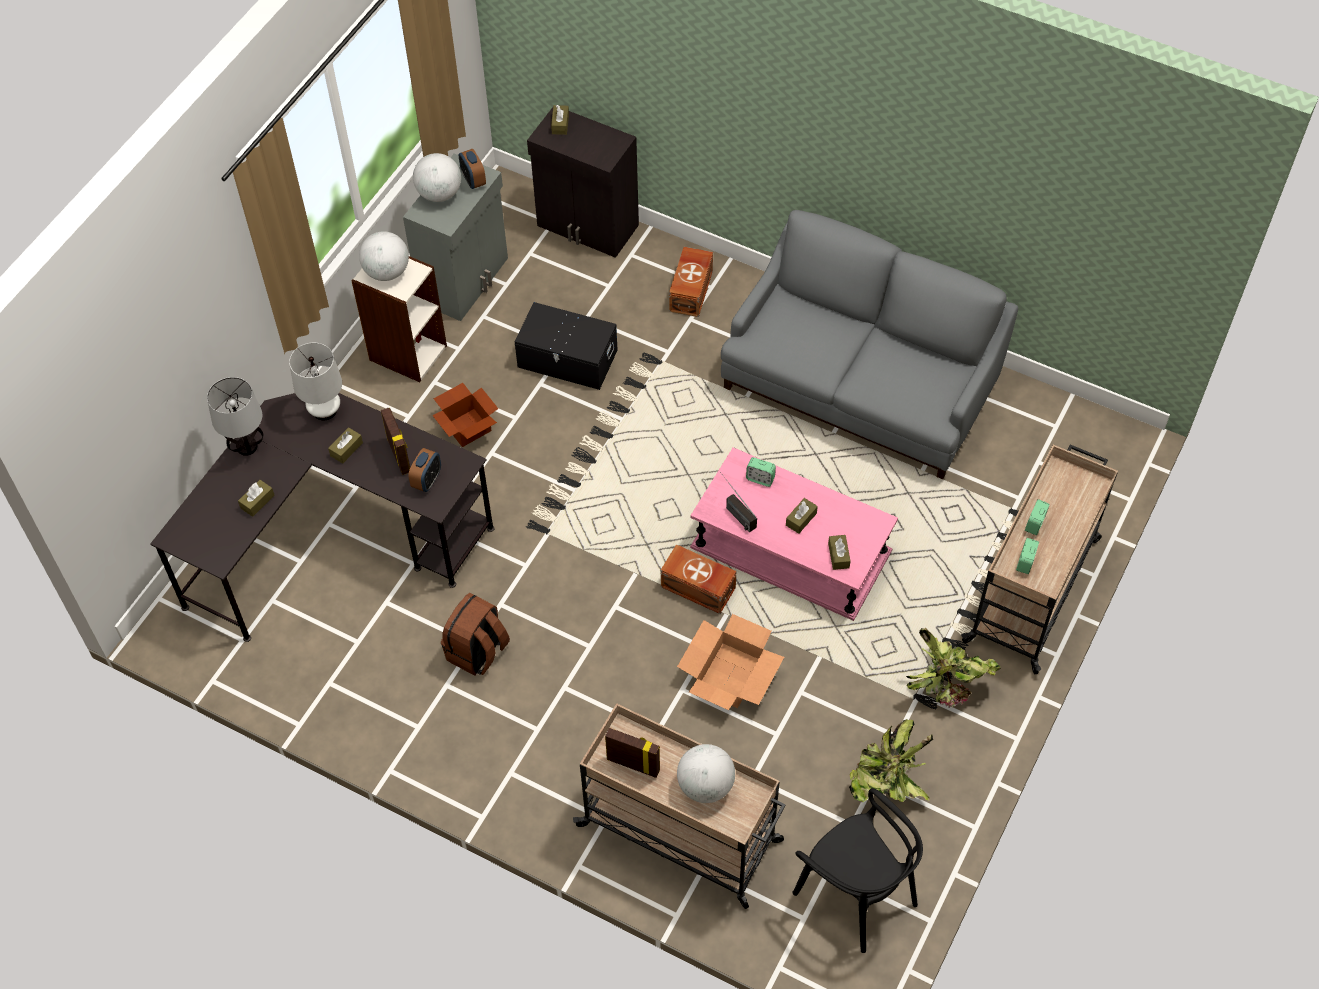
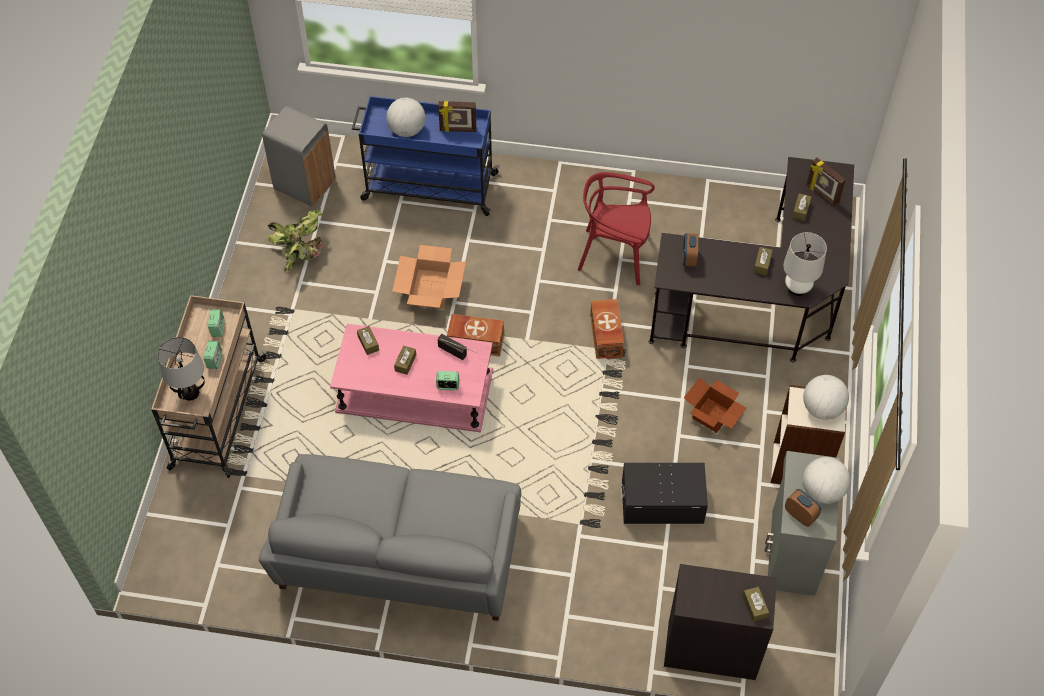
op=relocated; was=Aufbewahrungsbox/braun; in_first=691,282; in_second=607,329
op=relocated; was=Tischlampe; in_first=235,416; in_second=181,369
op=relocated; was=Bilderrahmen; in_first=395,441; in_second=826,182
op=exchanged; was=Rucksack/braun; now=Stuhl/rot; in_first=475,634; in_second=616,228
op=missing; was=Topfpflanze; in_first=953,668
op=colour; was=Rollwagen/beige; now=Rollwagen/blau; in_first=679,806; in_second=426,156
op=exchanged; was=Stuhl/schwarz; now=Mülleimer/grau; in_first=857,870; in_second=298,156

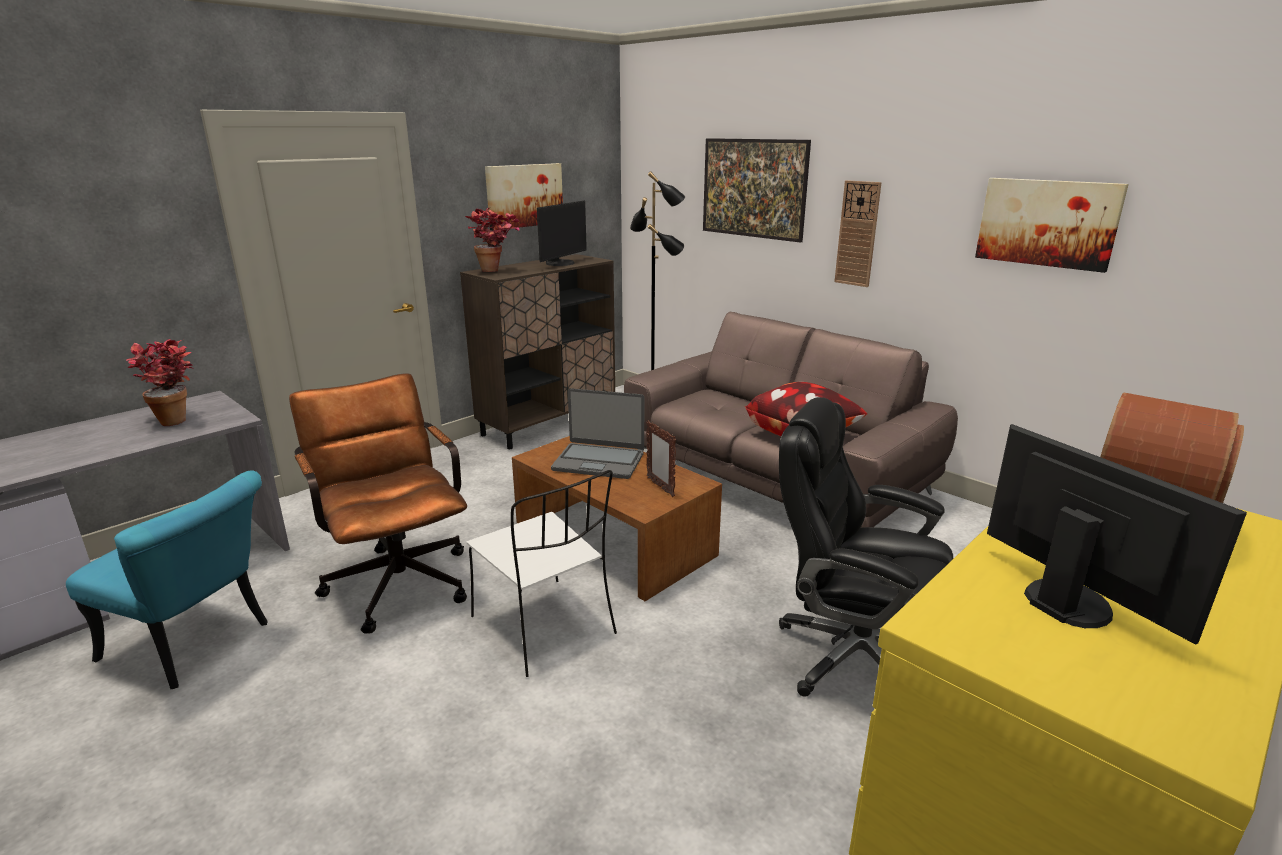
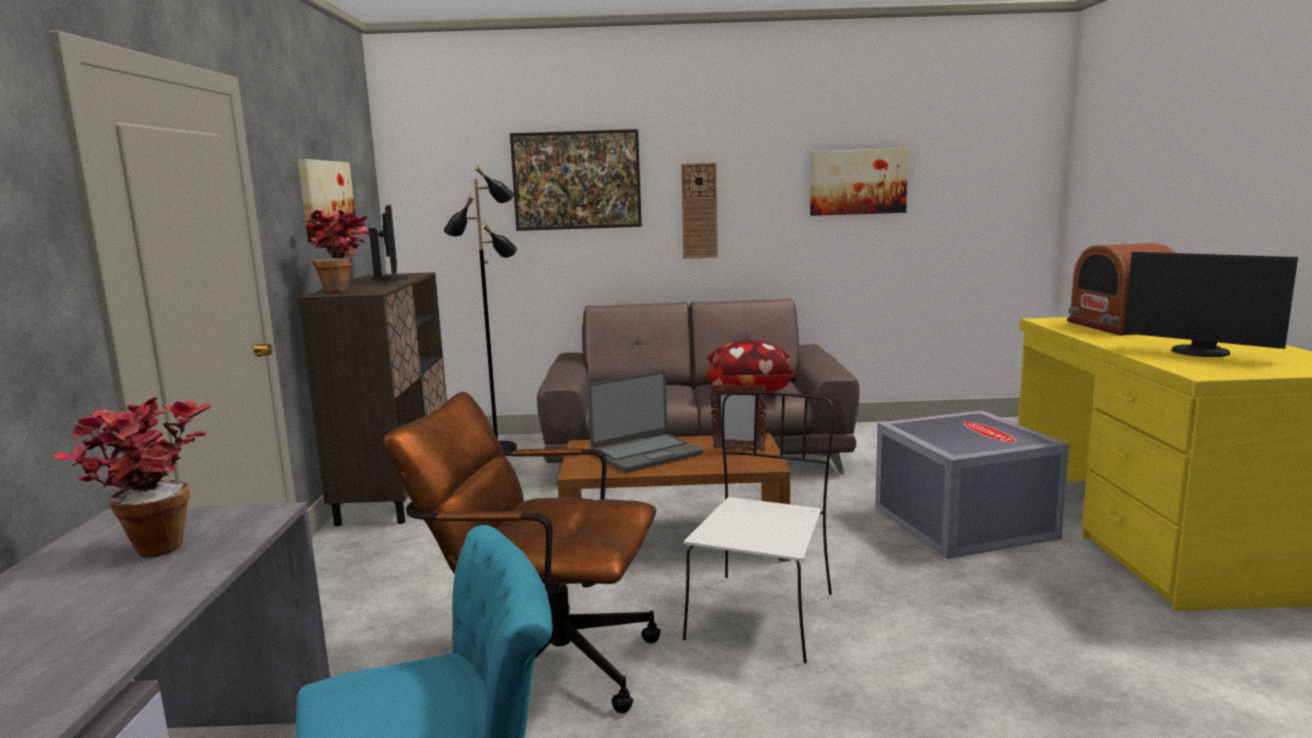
op=exchanged; was=Bürostuhl/schwarz; now=Aufbewahrungsbox/grau; in_first=866,547; in_second=972,484
op=spun; was=Monitor; in_first=1117,534; in_second=1211,304; clockwise=-150
op=spun; was=Stuhl/weiß; in_first=542,573; in_second=759,527; clockwise=-75

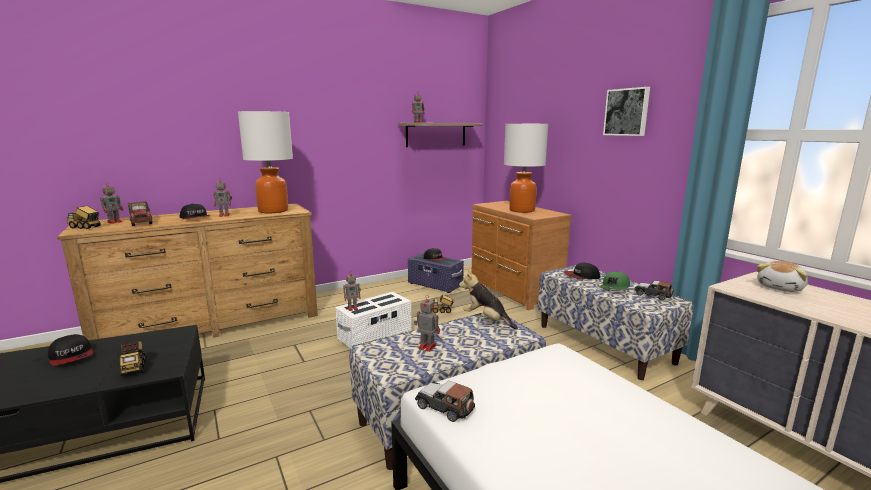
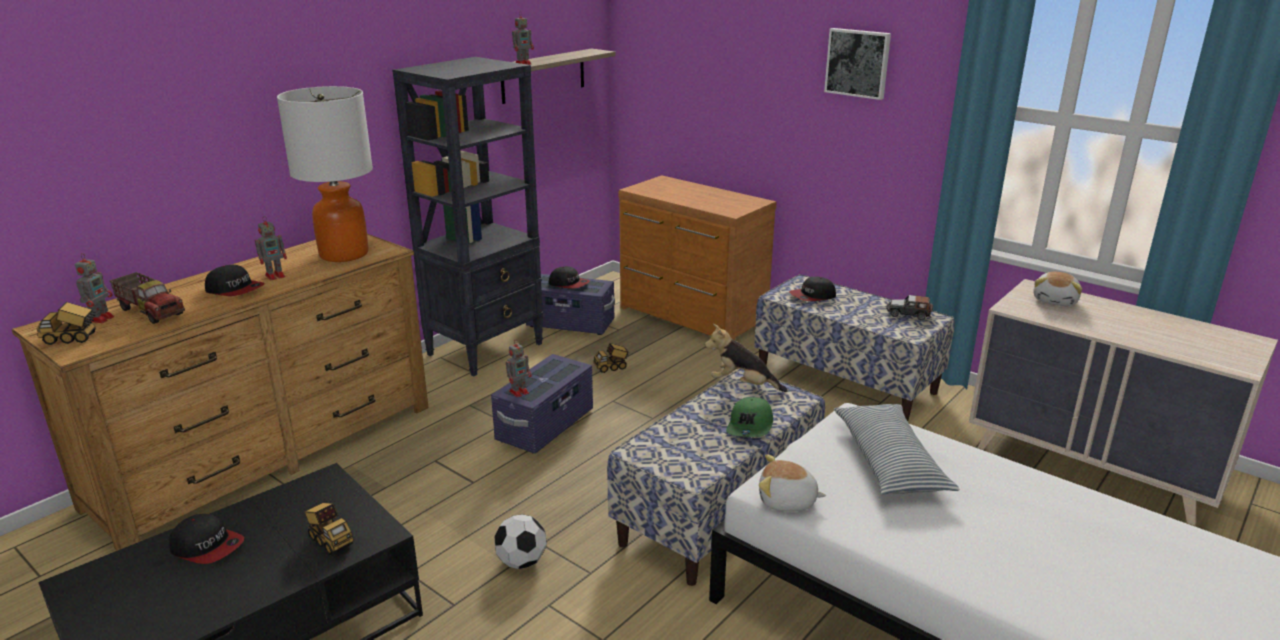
op=missing; was=Tischlampe; in_first=526,168
op=relocated; was=Kappe/grün; in_first=614,280; in_second=749,417
op=colour; was=Aufbewahrungsbox/weiß; now=Aufbewahrungsbox/lila; in_first=373,320; in_second=542,404
op=missing; was=Spielzeugroboter; in_first=427,323
op=exchanged; was=Spielzeugauto; now=Plüschtier; in_first=445,401; in_second=792,483
op=appeared; now=Bücherregal/schwarz; in_second=467,217
op=appeared; now=Kissen; in_second=897,449
op=appeared; now=Fußball; in_second=520,541

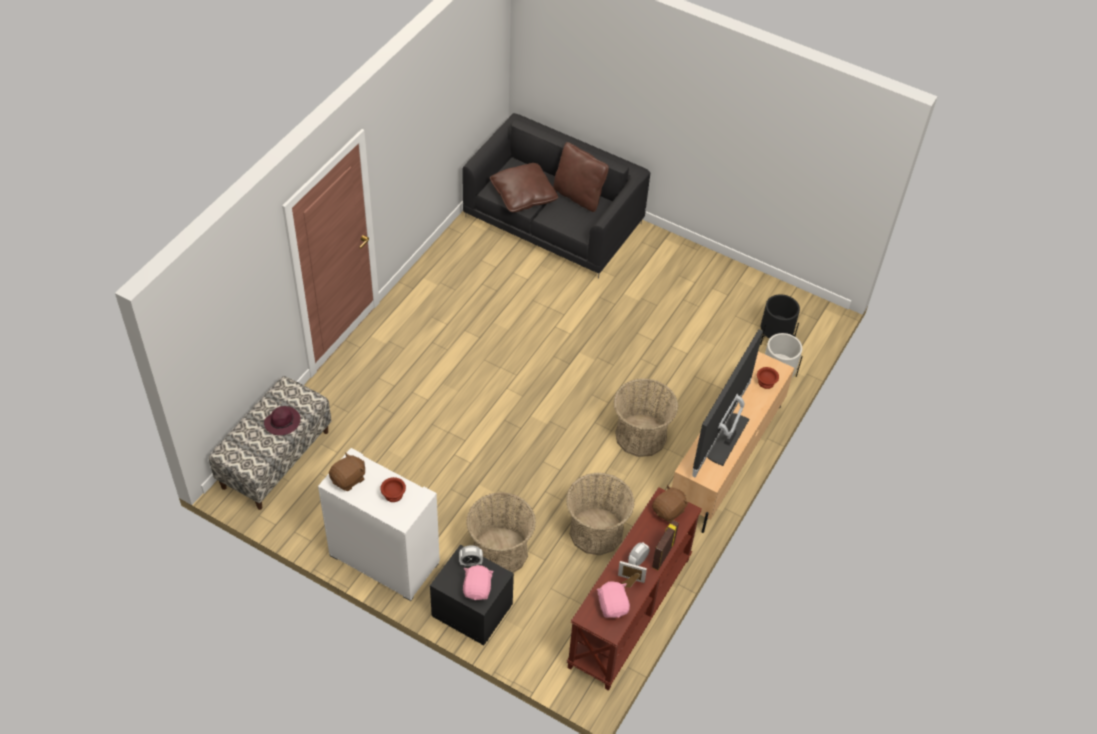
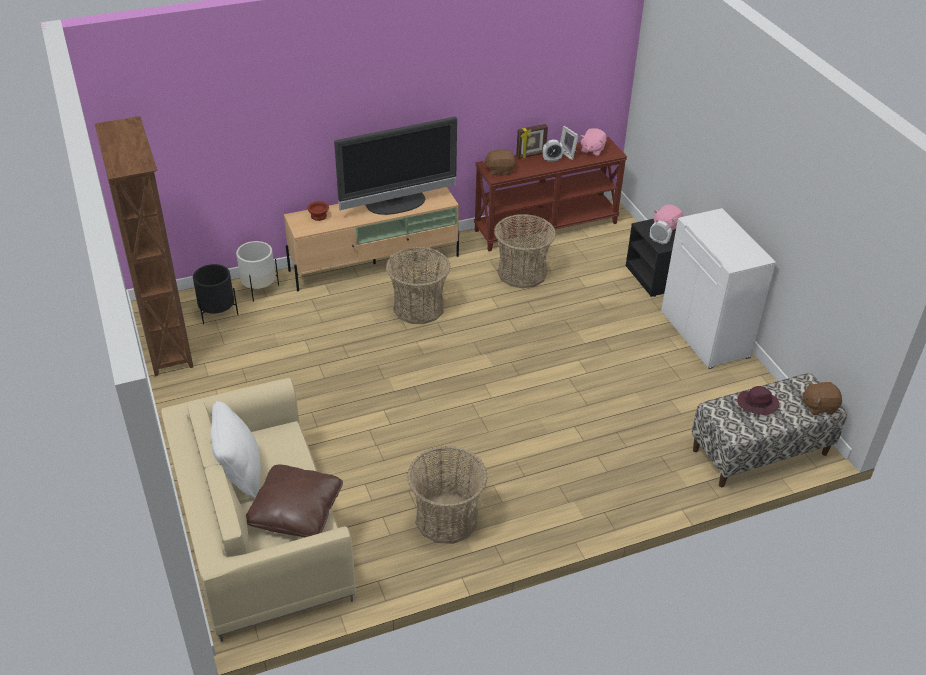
op=colour; was=Sofa/schwarz; now=Sofa/beige; in_first=556,195; in_second=258,510
op=colour; was=Kissen/braun; now=Kissen/weiß; in_first=581,177; in_second=235,449
op=relocated; was=Plüschtier/braun; in_first=347,472; in_second=821,398
op=missing; was=Schüssel/braun; in_first=393,489
op=relocated; was=Korb; in_first=501,532; in_second=447,495
op=appeared; now=Bücherregal/braun; in_second=144,246

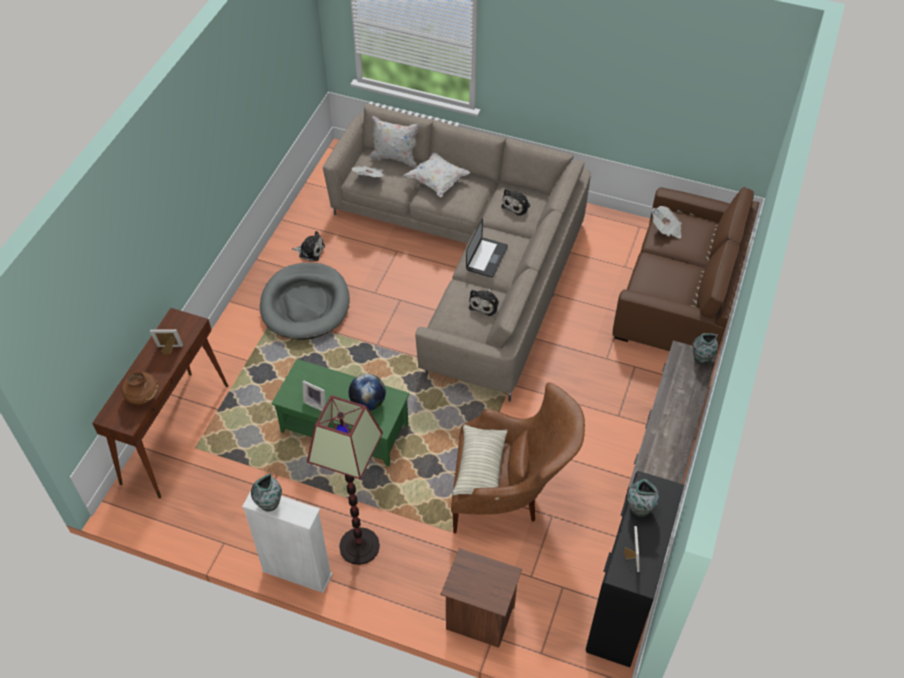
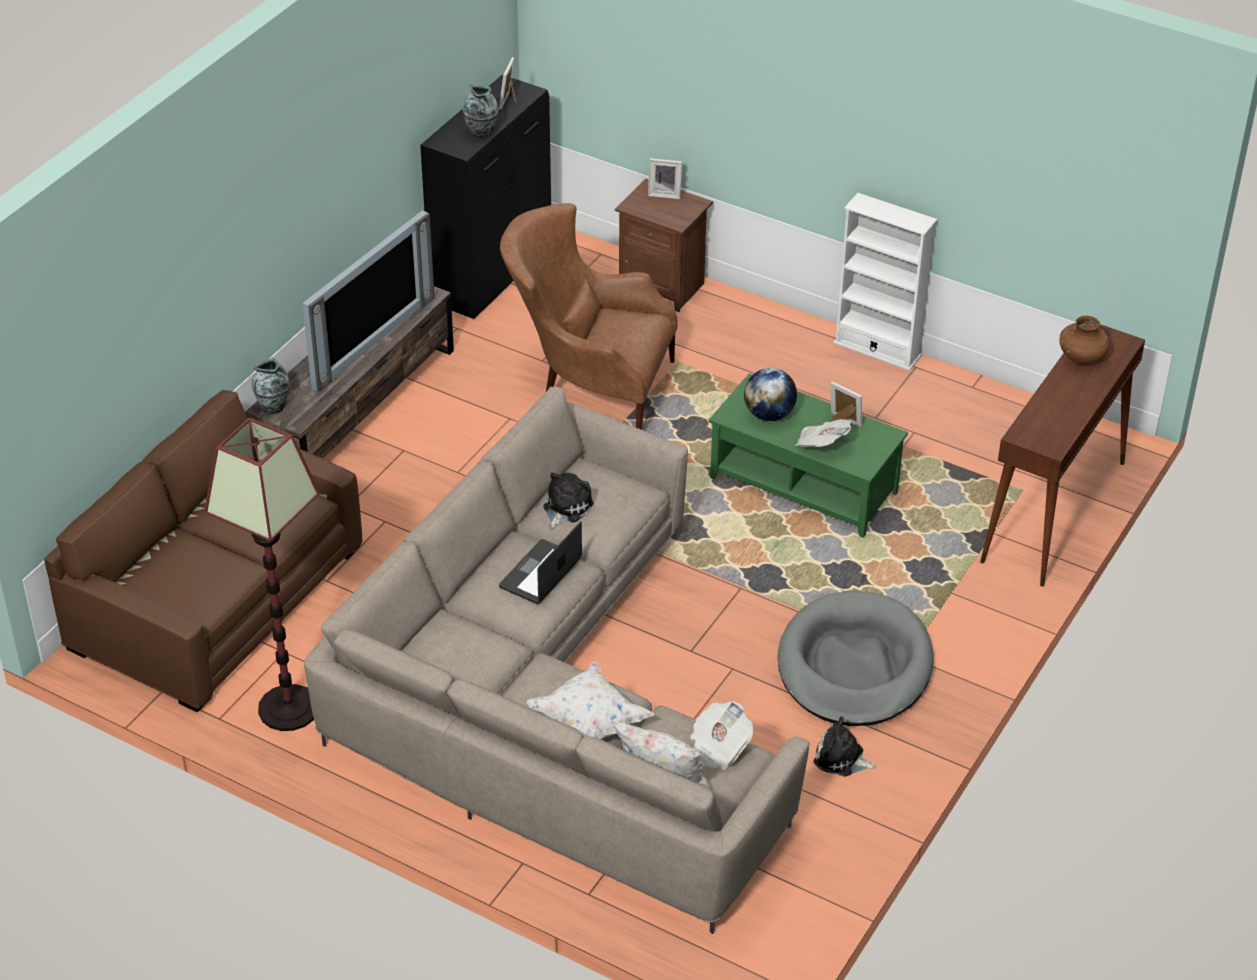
op=missing; was=Plüschtier; in_first=515,202
op=relocated; was=Zeitung; in_first=667,222; in_second=823,433
op=relocated; was=Bilderrahmen; in_first=166,342; in_second=665,178
op=relocated; was=Stehlampe; in_first=345,480; in_second=262,574
op=missing; was=Kissen; in_first=480,462
op=missing; was=Vase; in_first=266,492
op=appeared; now=Fernseher; in_second=369,301

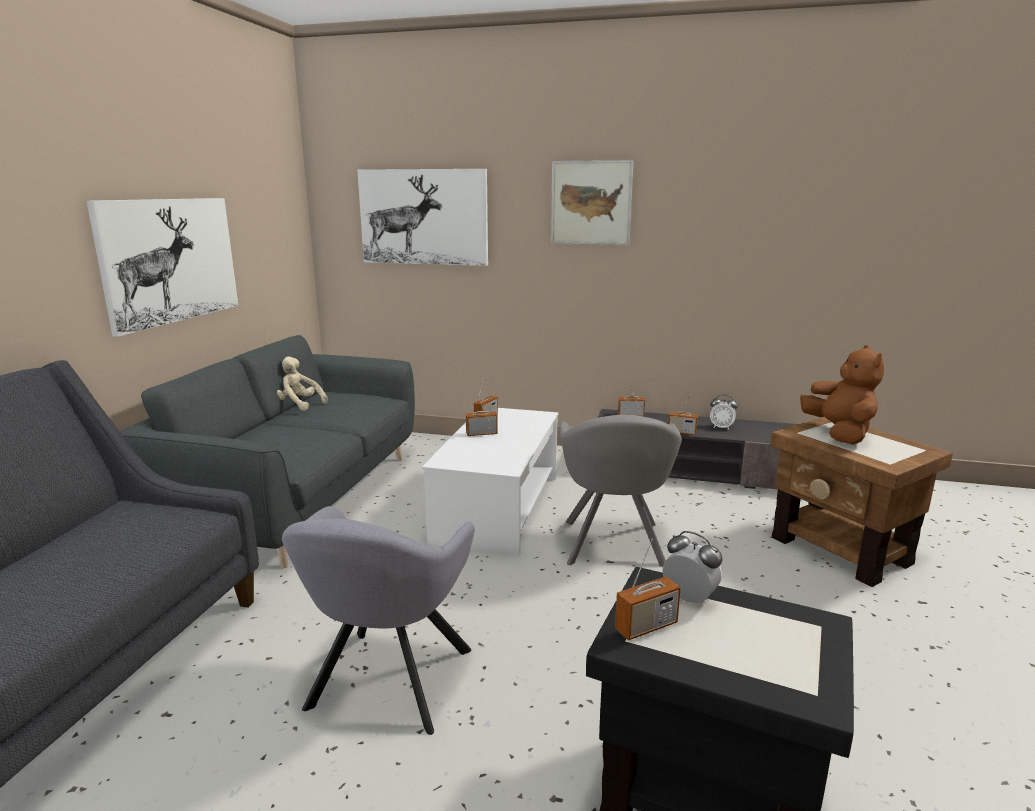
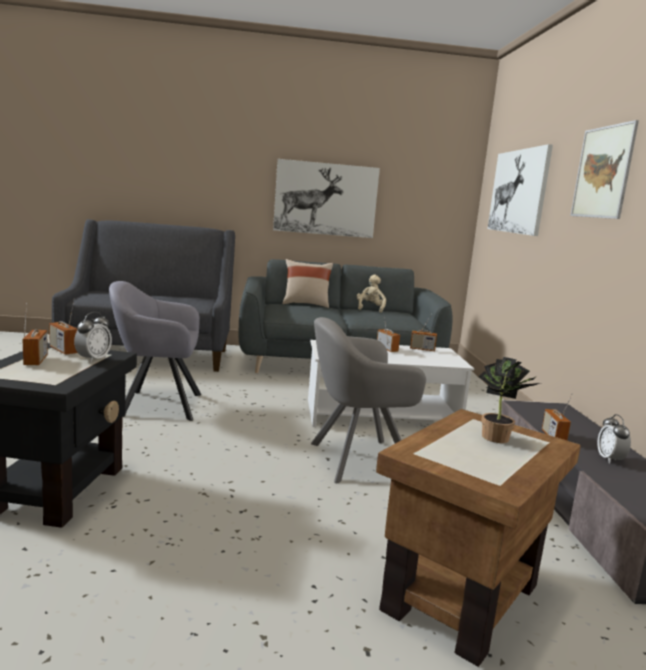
op=exchanged; was=Plüschtier/braun; now=Topfpflanze; in_first=842,395; in_second=509,400
op=relocated; was=Radio; in_first=631,398; in_second=35,334
op=appeared; now=Kissen/beige; in_second=307,283

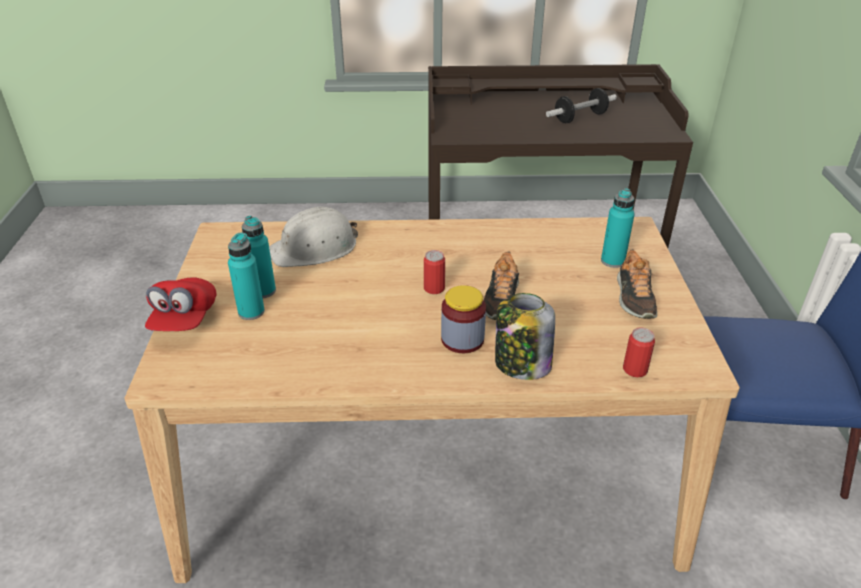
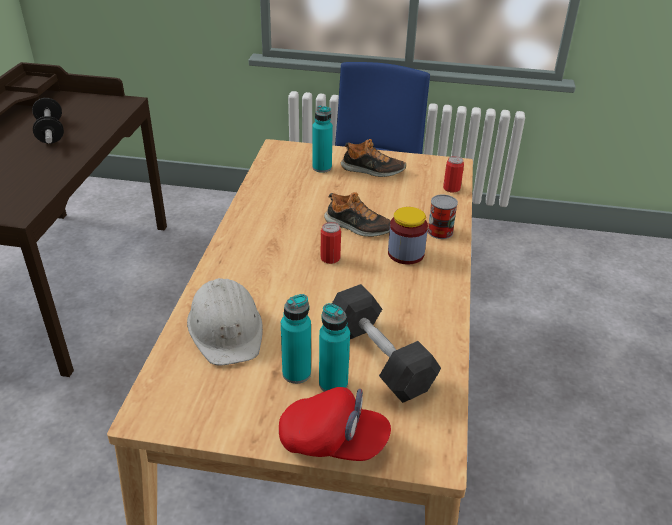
op=exchanged; was=Vorratsglas; now=Dose; in_first=525,336; in_second=443,217
op=appeared; now=Hantel/grau; in_second=386,343

